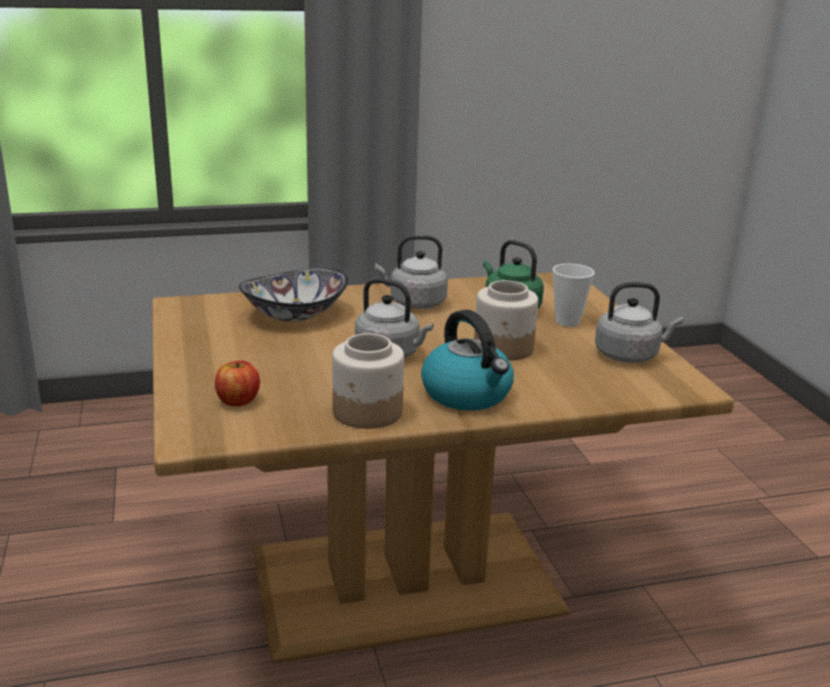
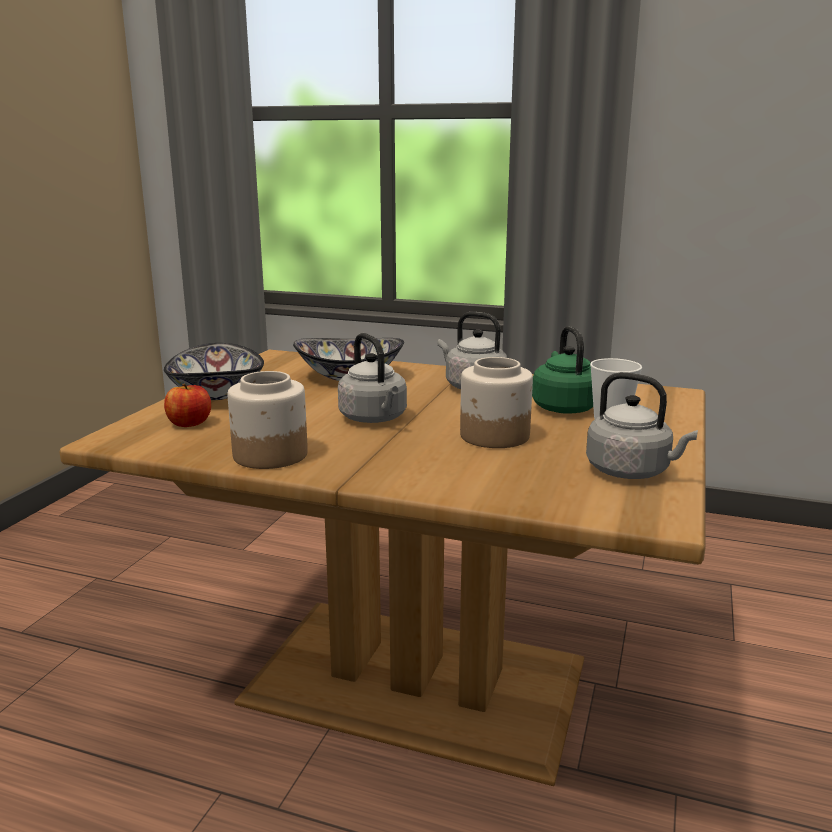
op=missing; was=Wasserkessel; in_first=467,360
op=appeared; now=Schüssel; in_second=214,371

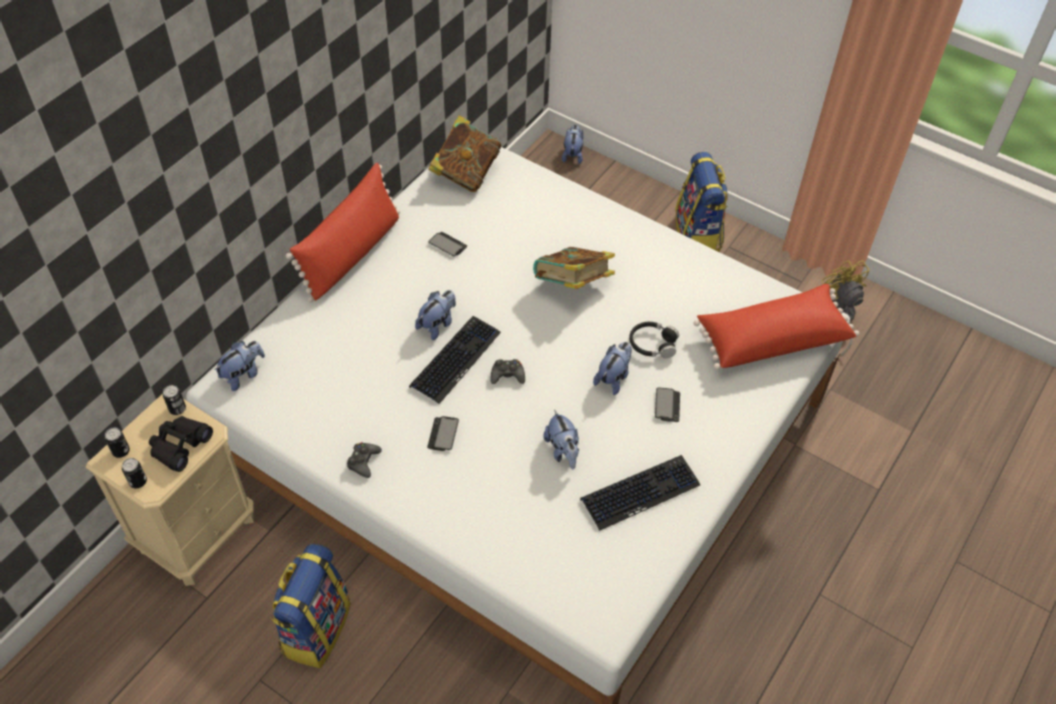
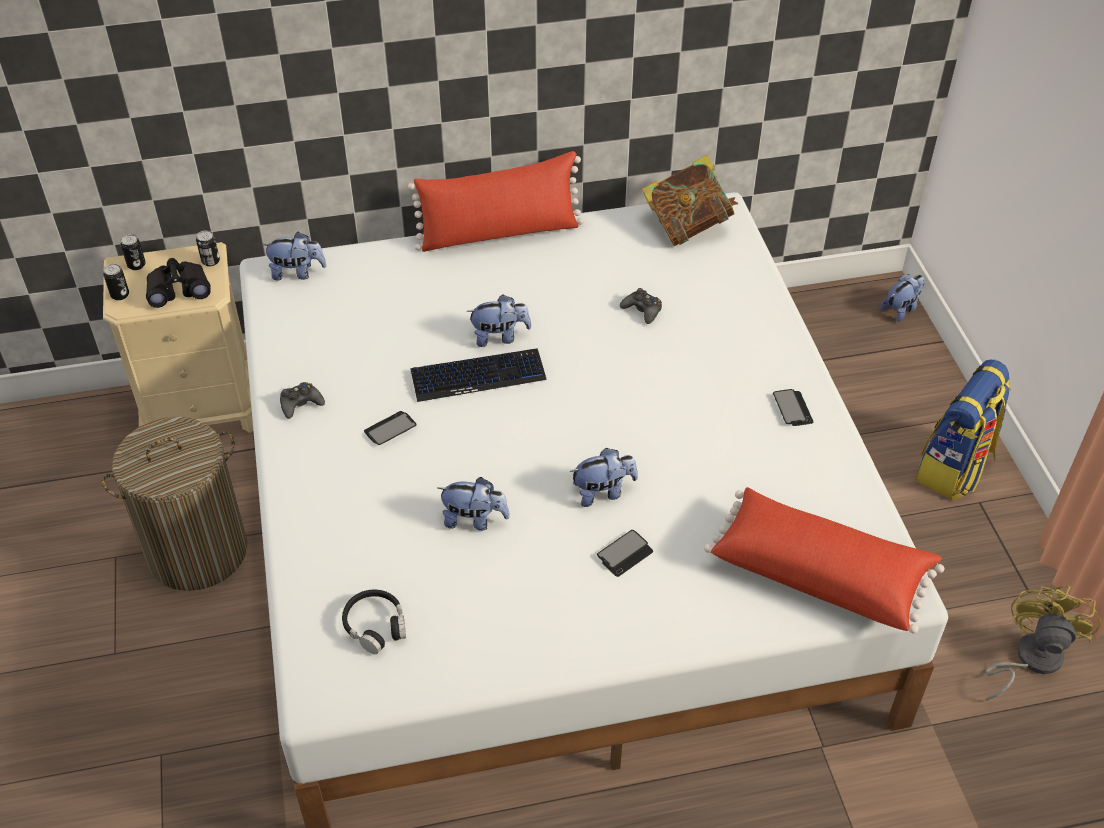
op=relocated; was=Handy; in_first=447,244; in_second=793,407
op=missing; was=Buch; in_first=574,268
op=relocated; was=Kopfhörer/schwarz; in_first=654,340; in_second=374,622
op=relocated; was=Gamepad/schwarz; in_first=508,371; in_second=641,306
op=spun; was=Plüschtier; in_first=561,439; in_second=474,504; clockwise=-105
op=missing; was=Tastatur; in_first=640,493
op=exchanged; was=Rucksack; now=Wäschekorb; in_first=310,606; in_second=174,504

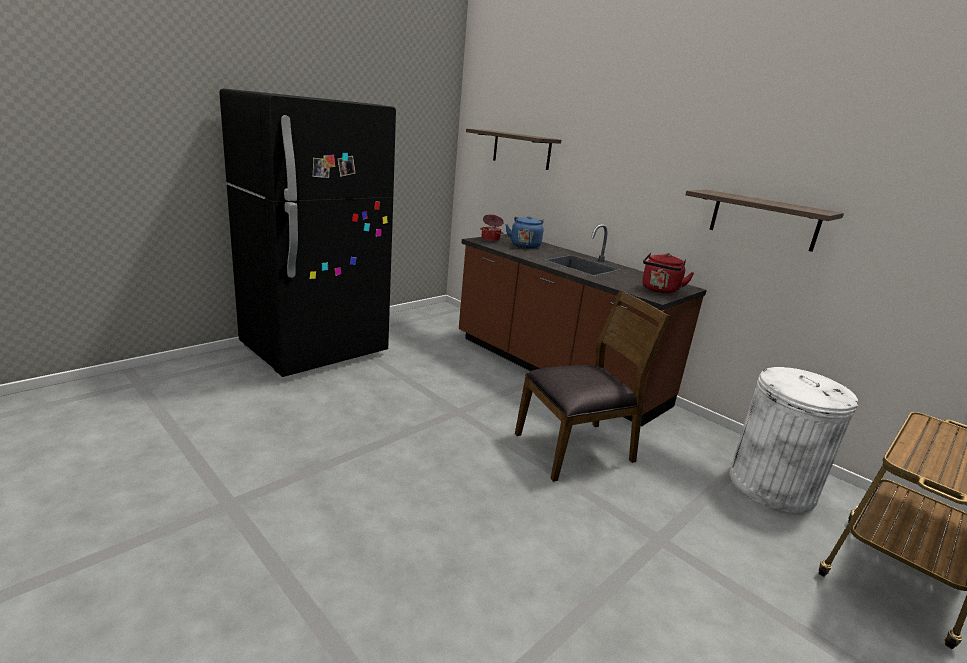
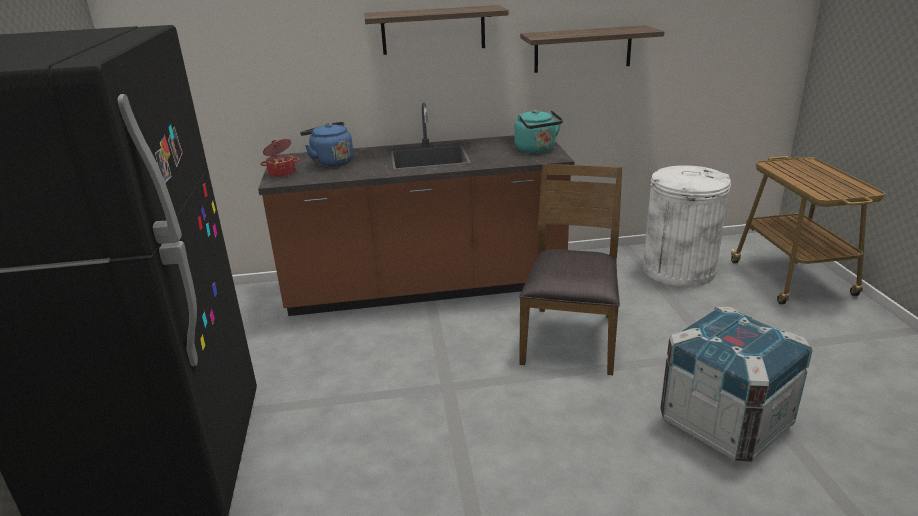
op=relocated; was=Wandregal; in_first=513,149; in_second=436,30
op=colour; was=Wasserkessel/rot; now=Wasserkessel/türkis; in_first=668,273; in_second=538,131
op=appeared; now=Kiste; in_second=736,385

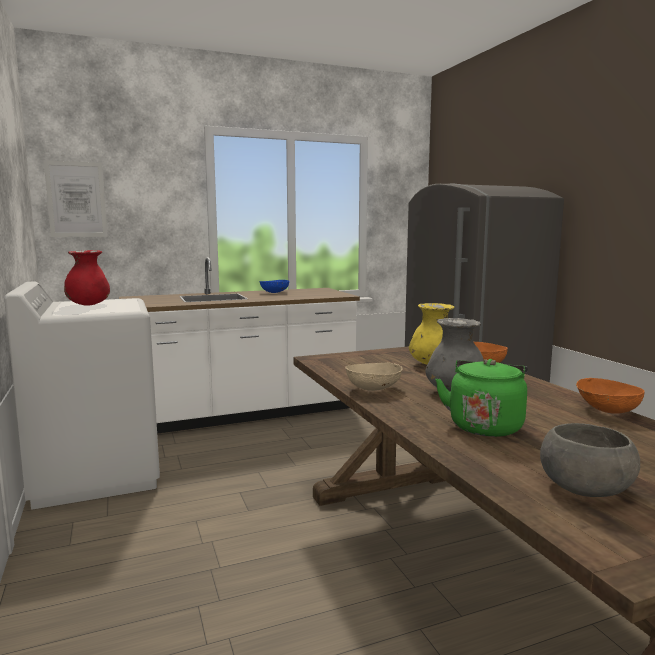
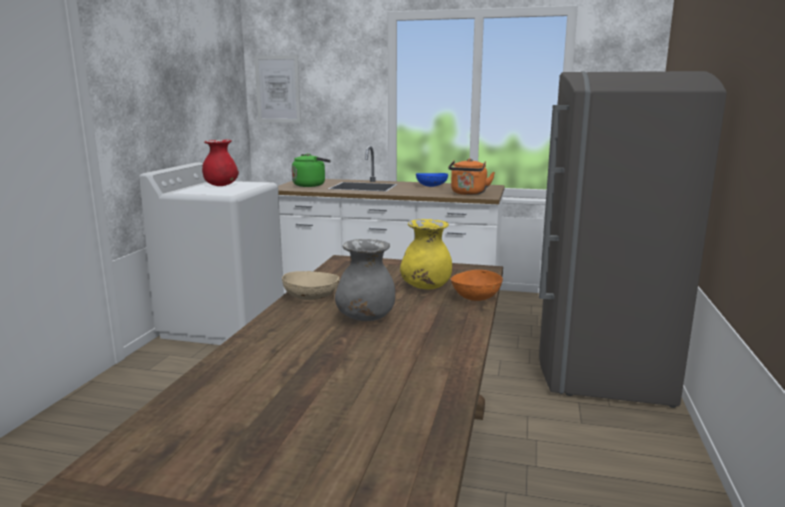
op=relocated; was=Wasserkessel/grün; in_first=481,398; in_second=311,170
op=missing; was=Schüssel/orange; in_first=610,396
op=missing; was=Schüssel/grau; in_first=590,460
op=appeared; now=Wasserkessel/orange; in_second=471,176

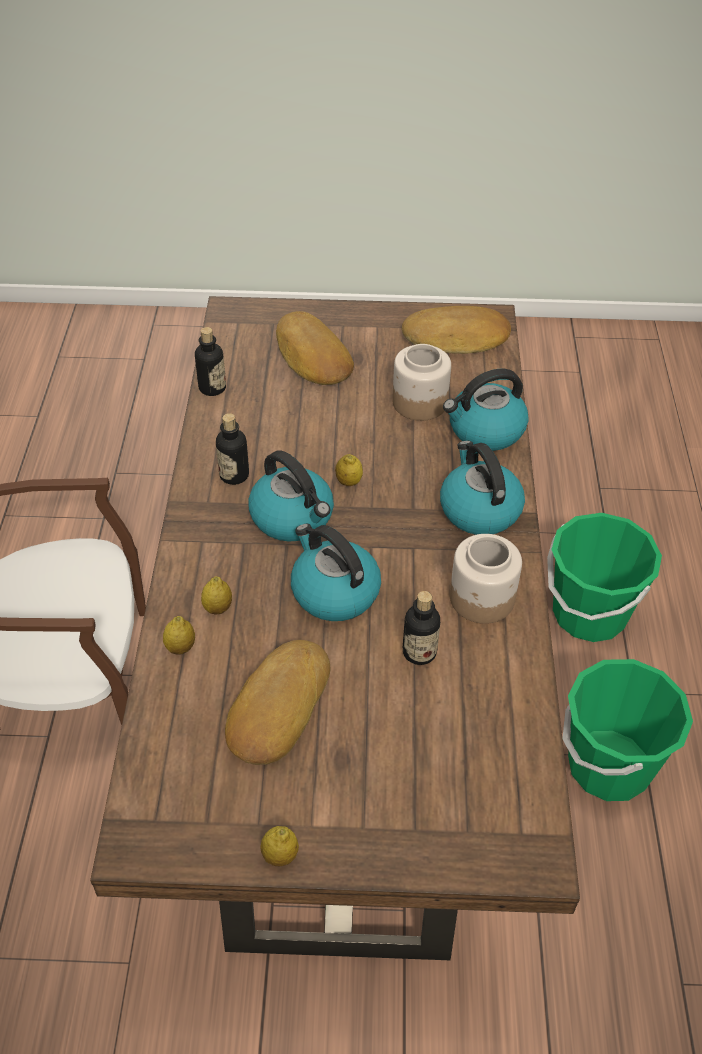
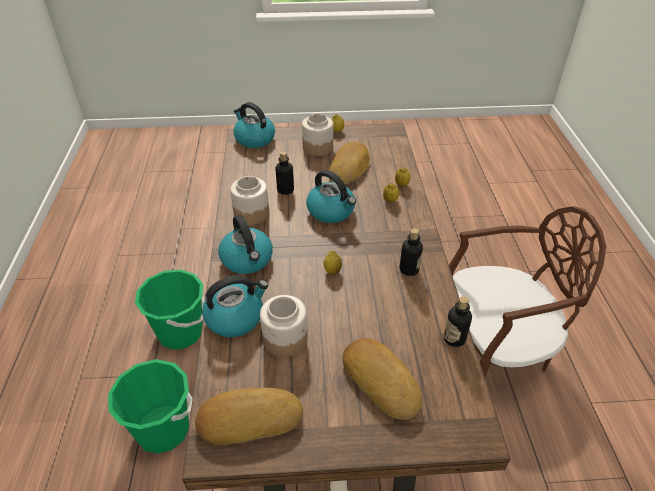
op=relocated; was=Wasserkessel; in_first=291,496; in_second=254,125
op=appeared; now=Vorratsglas; in_second=317,135

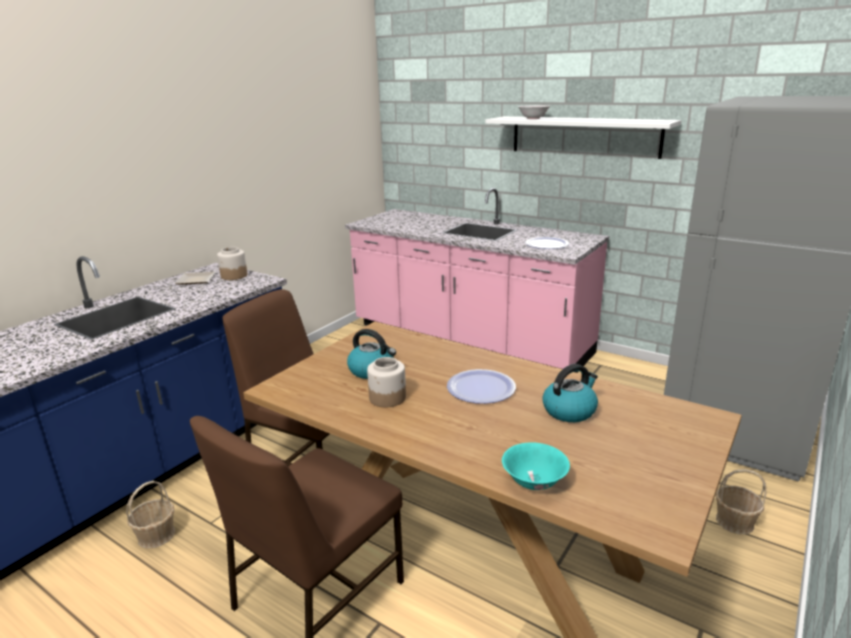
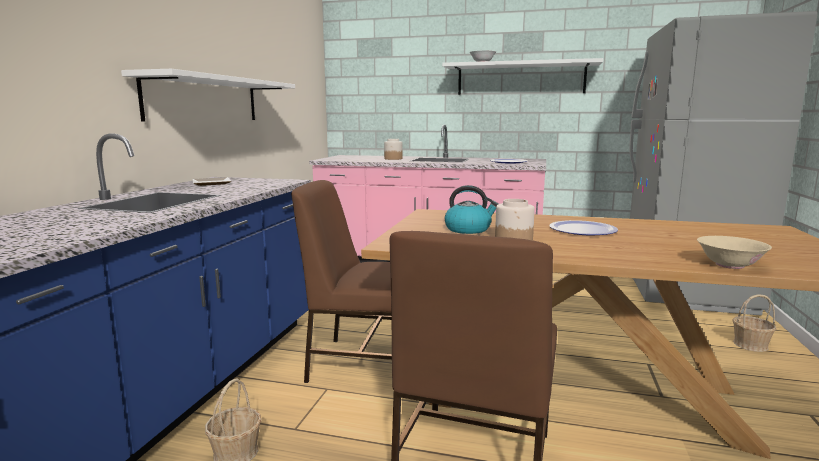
op=relocated; was=Vorratsglas; in_first=232,263; in_second=393,149
op=missing; was=Wasserkessel; in_first=570,393
op=colour; was=Schüssel/türkis; now=Schüssel/beige; in_first=536,466; in_second=734,252
op=appeared; now=Wandregal/weiß; in_second=208,95

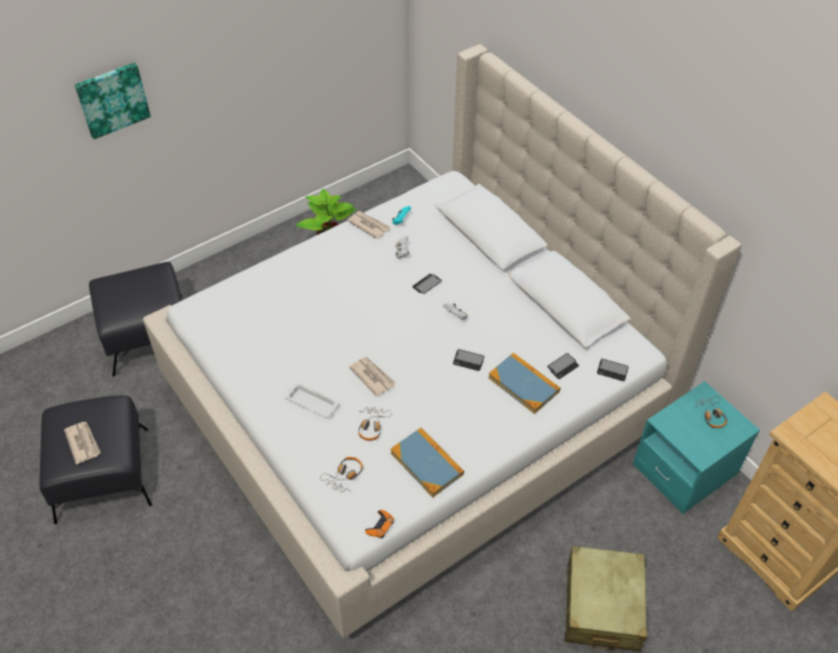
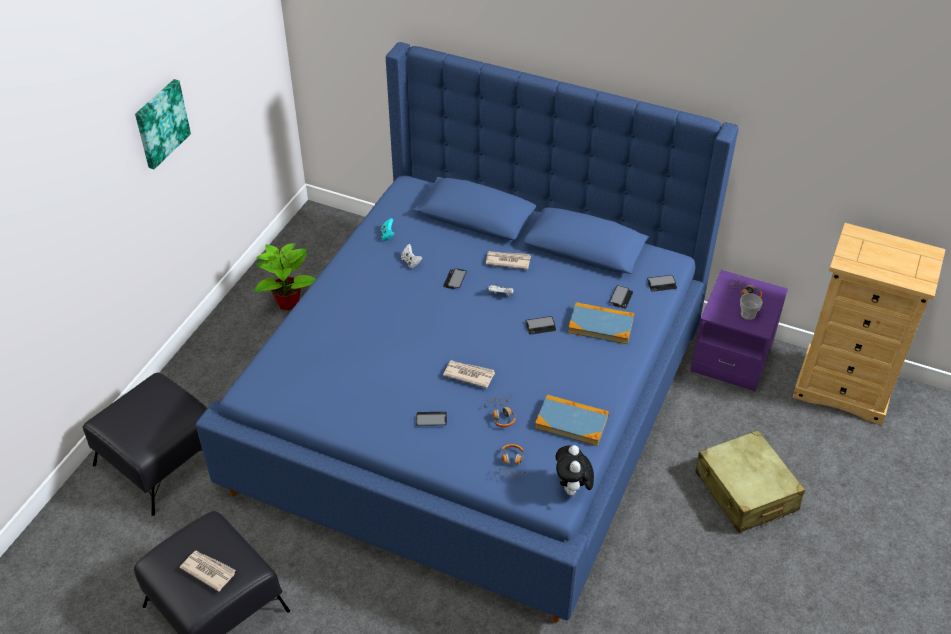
op=colour; was=Bett/beige; now=Bett/blau; in_first=442,341; in_second=467,332
op=relocated; was=Bild; in_first=113,100; in_second=163,124
op=relocated; was=Zeitung; in_first=368,225; in_second=508,260
op=colour; was=Nachttisch/türkis; now=Nachttisch/lila; in_first=696,447; in_second=739,331
op=exchanged; was=Tablett/weiß; now=Handy; in_first=312,400; in_second=431,419
op=exchanged; was=Gamepad/orange; now=Plüschtier; in_first=379,524; in_second=574,470
op=appeared; now=Tasse; in_second=751,307

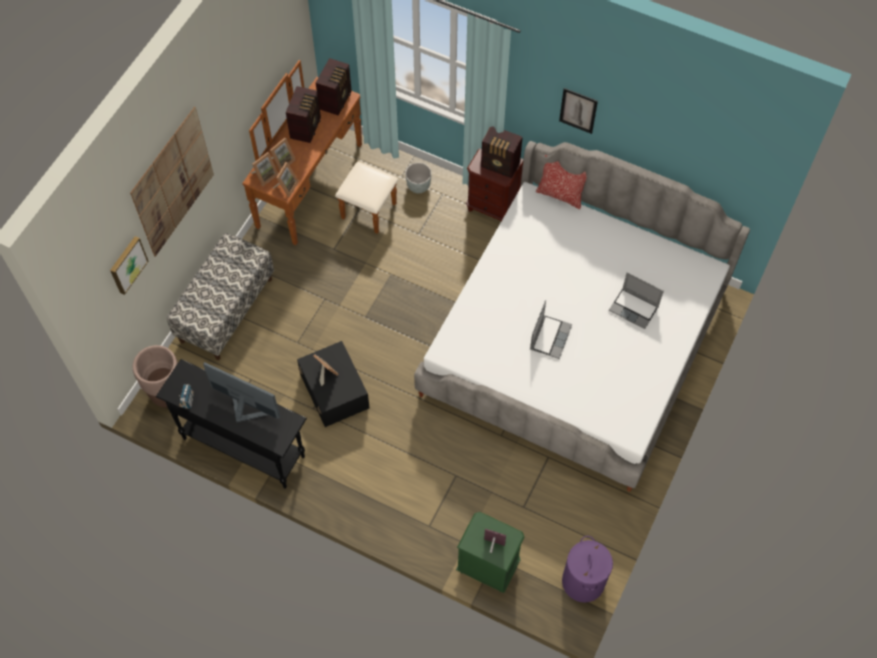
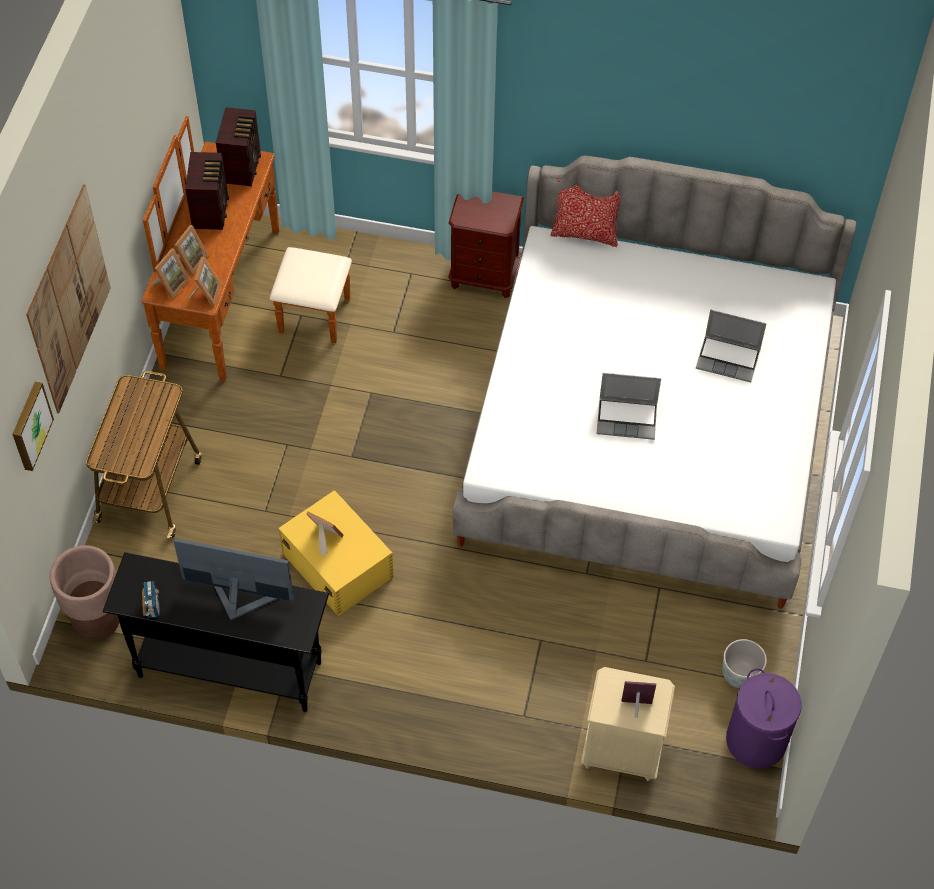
op=missing; was=Bild; in_first=578,111
op=missing; was=Radio; in_first=502,152
op=relocated; was=Pflanzkübel/grau; in_first=418,178; in_second=744,663
op=exchanged; was=Bank; now=Rollwagen; in_first=220,296; in_second=144,454
op=spun; was=Laptop; in_first=551,329; in_second=629,406; clockwise=90
op=colour; was=Aufbewahrungsbox/schwarz; now=Aufbewahrungsbox/gelb; in_first=333,384; in_second=336,553
op=colour; was=Nachttisch/grün; now=Nachttisch/beige; in_first=490,552; in_second=628,724

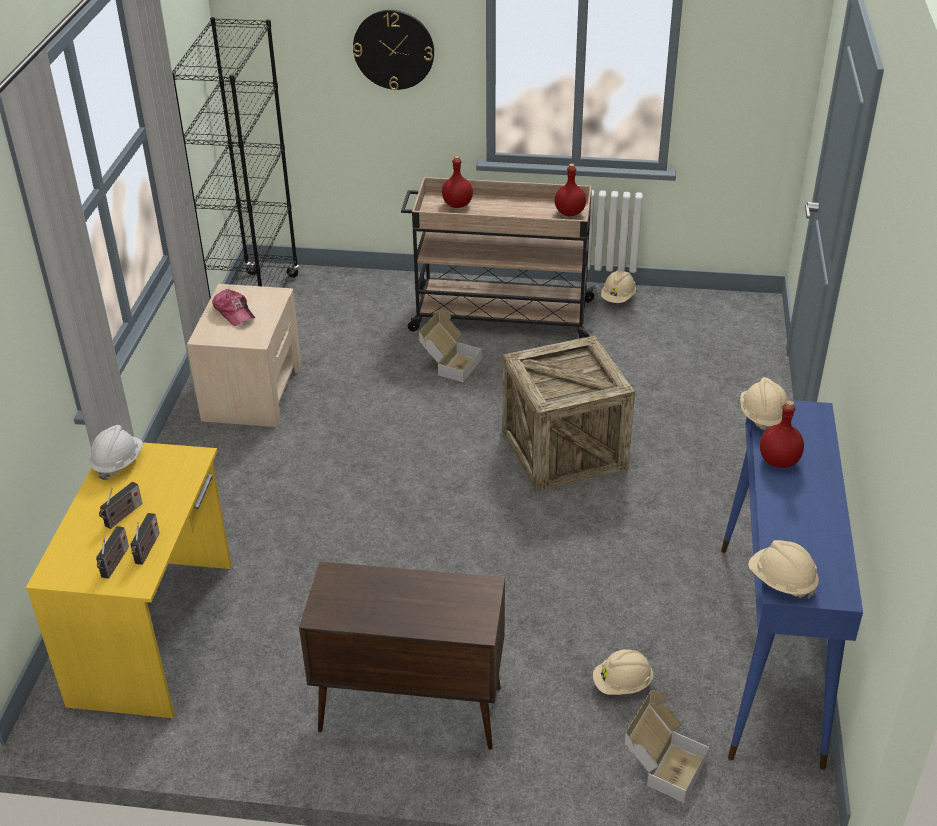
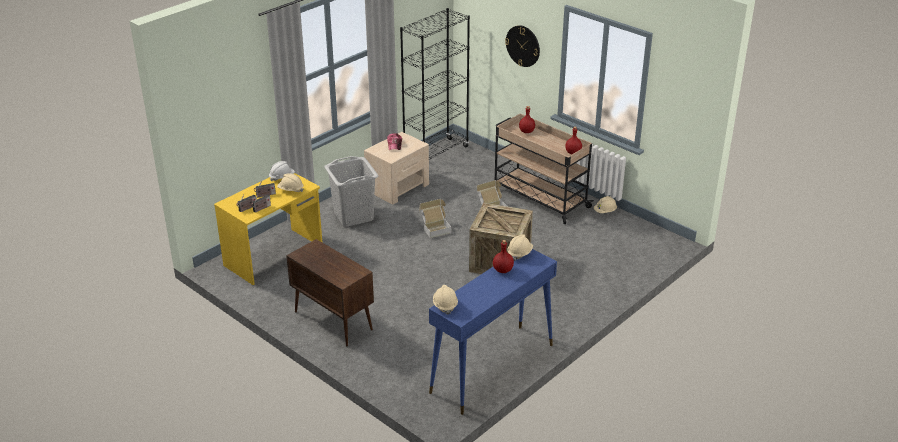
op=relocated; was=Schutzhelm/beige; in_first=623,672; in_second=290,182
op=relocated; was=Karton; in_first=667,746; in_second=435,218
op=appeared; now=Wäschekorb/grau; in_second=351,191

